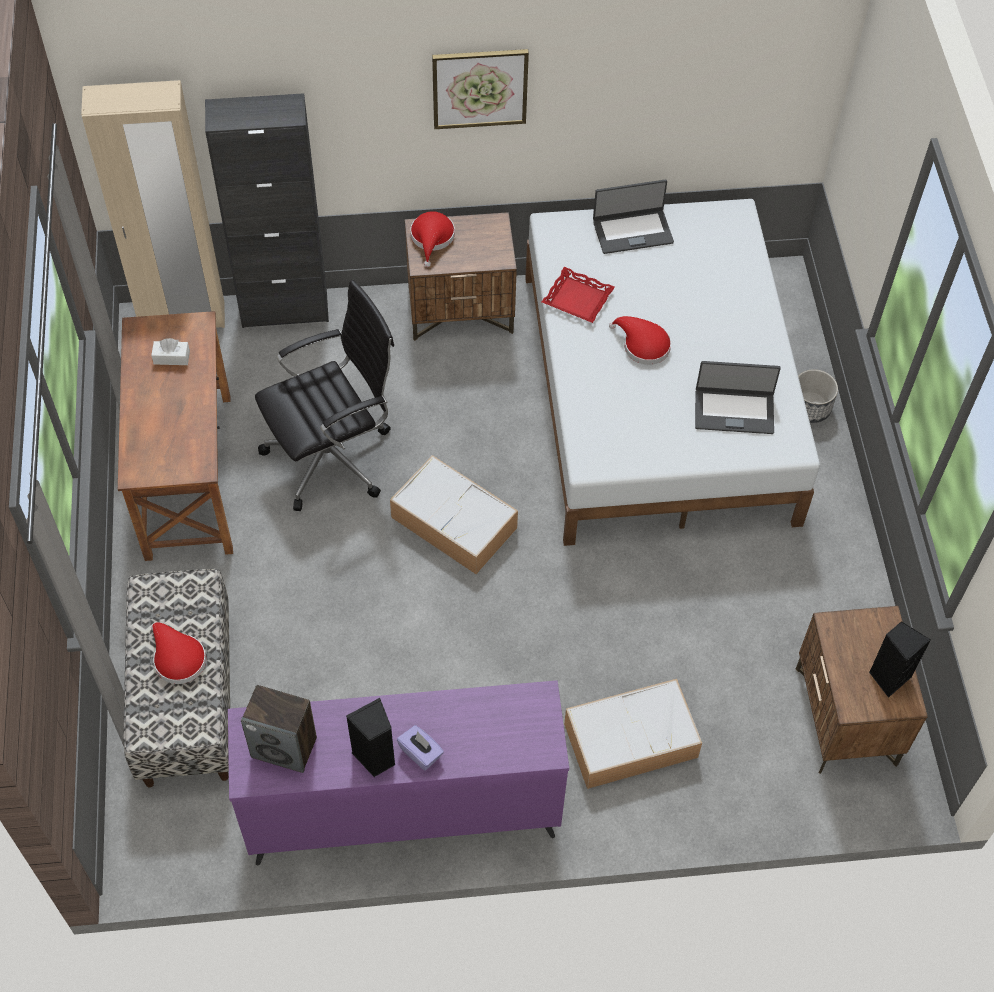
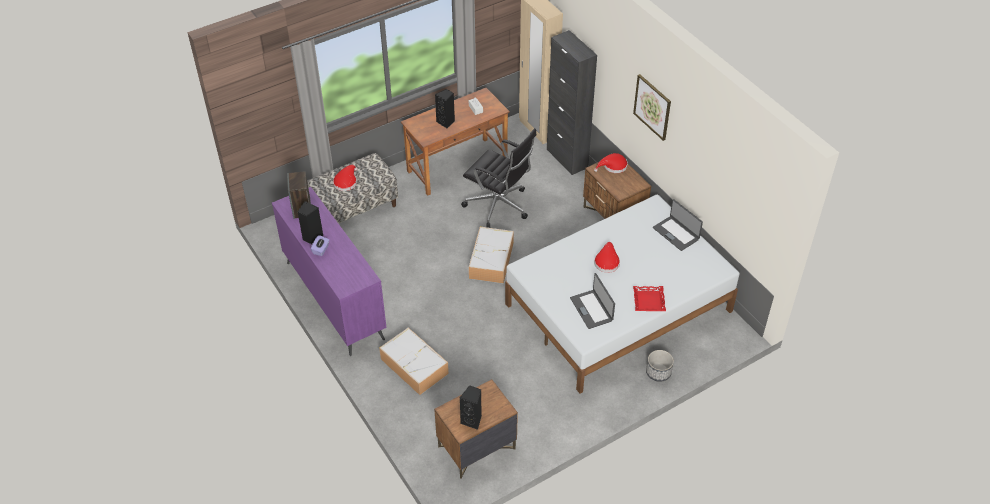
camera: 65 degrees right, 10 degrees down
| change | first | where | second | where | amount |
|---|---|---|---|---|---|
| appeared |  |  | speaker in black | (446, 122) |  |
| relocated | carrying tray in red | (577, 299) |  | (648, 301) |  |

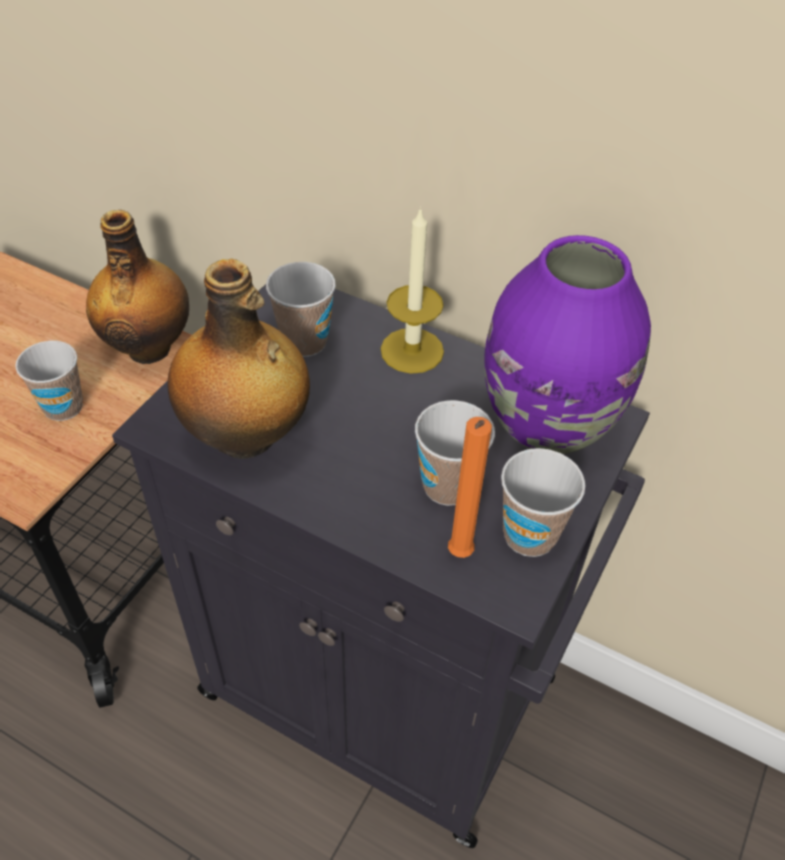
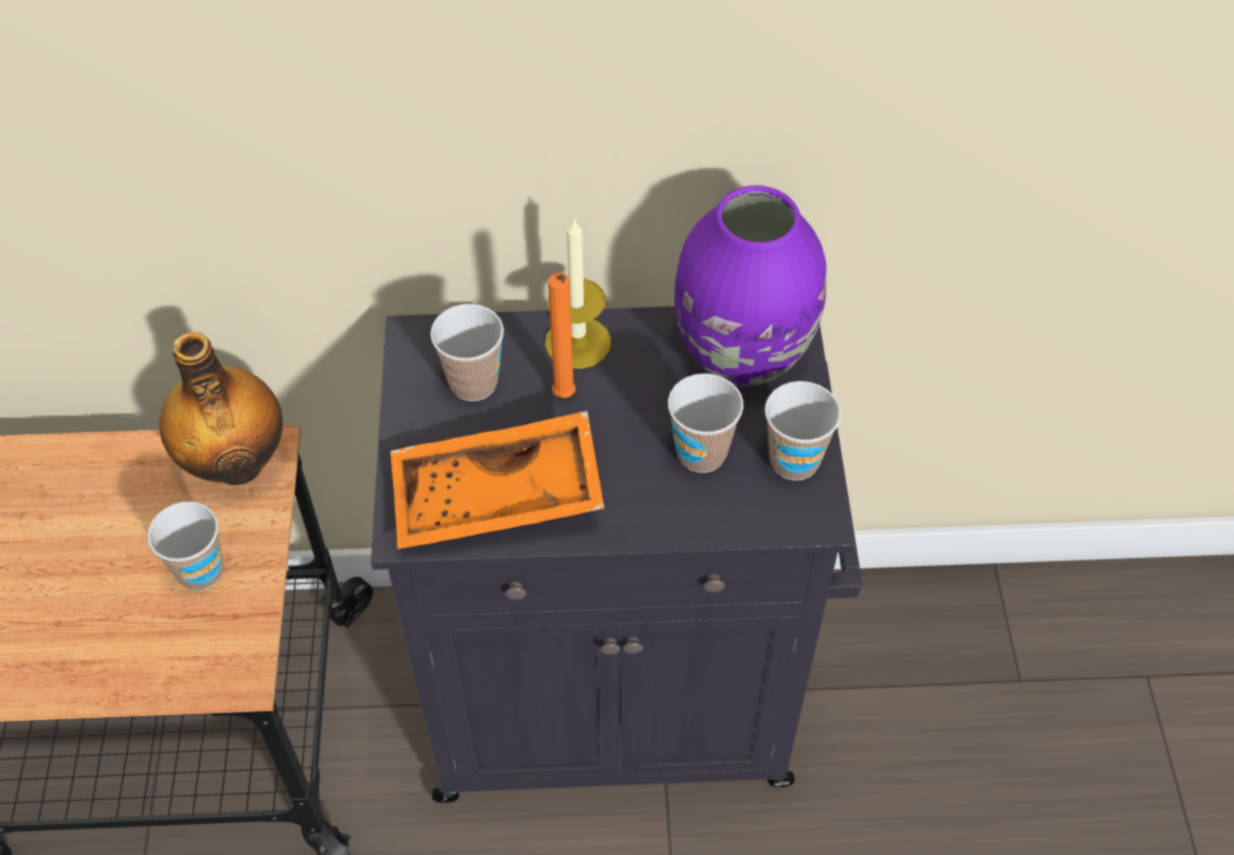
camera: 30 degrees left, 5 degrees up
| change | first | where | second | where | amount |
|---|---|---|---|---|---|
| exchanged | drink bottle | (247, 437) | carrying tray in orange | (497, 500) |  |
| relocated | candle in orange | (458, 556) |  | (564, 398) |  |

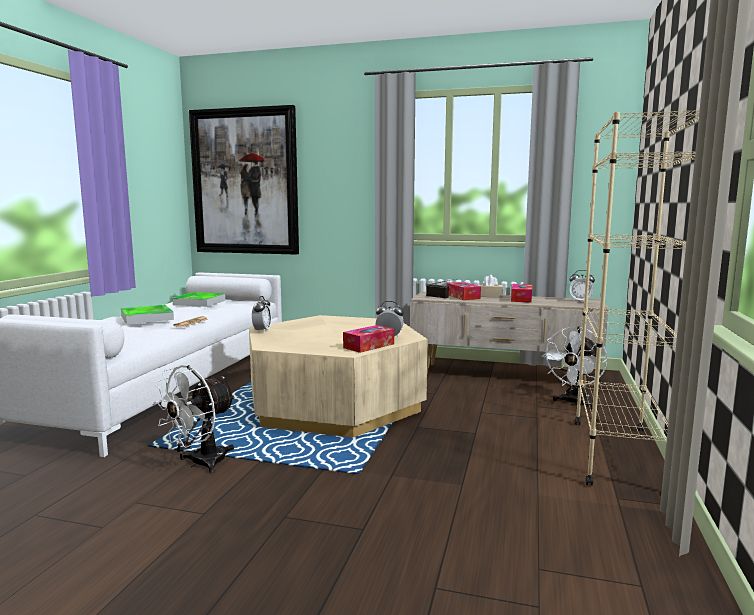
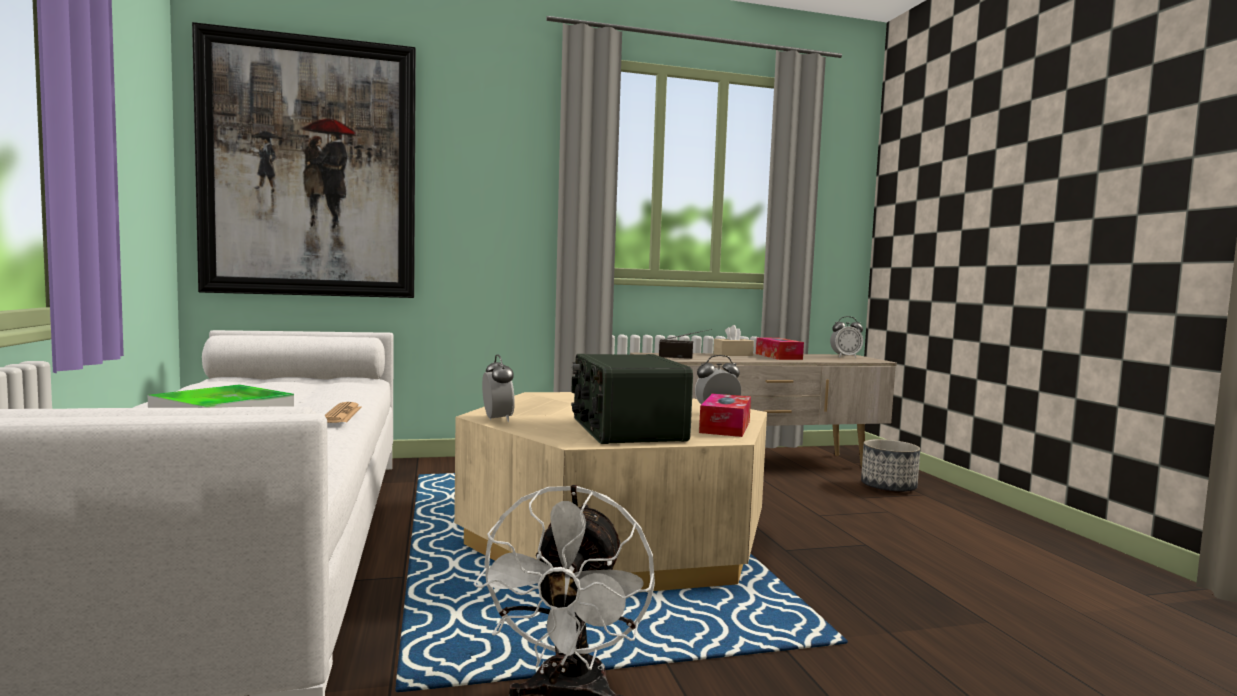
camera: 30 degrees left, 5 degrees down
| change | first | where | second | where | amount |
|---|---|---|---|---|---|
| appeared |  |  | radio | (625, 430) |  |
| exchanged | electric fan in white-coloured | (574, 403) | flower pot | (888, 487) |  |
| missing | carrying tray | (199, 302) |  |  |  |
| missing | box of tissues | (462, 296) |  |  |  |
| missing | shelving unit in beige | (617, 454) |  |  |  |

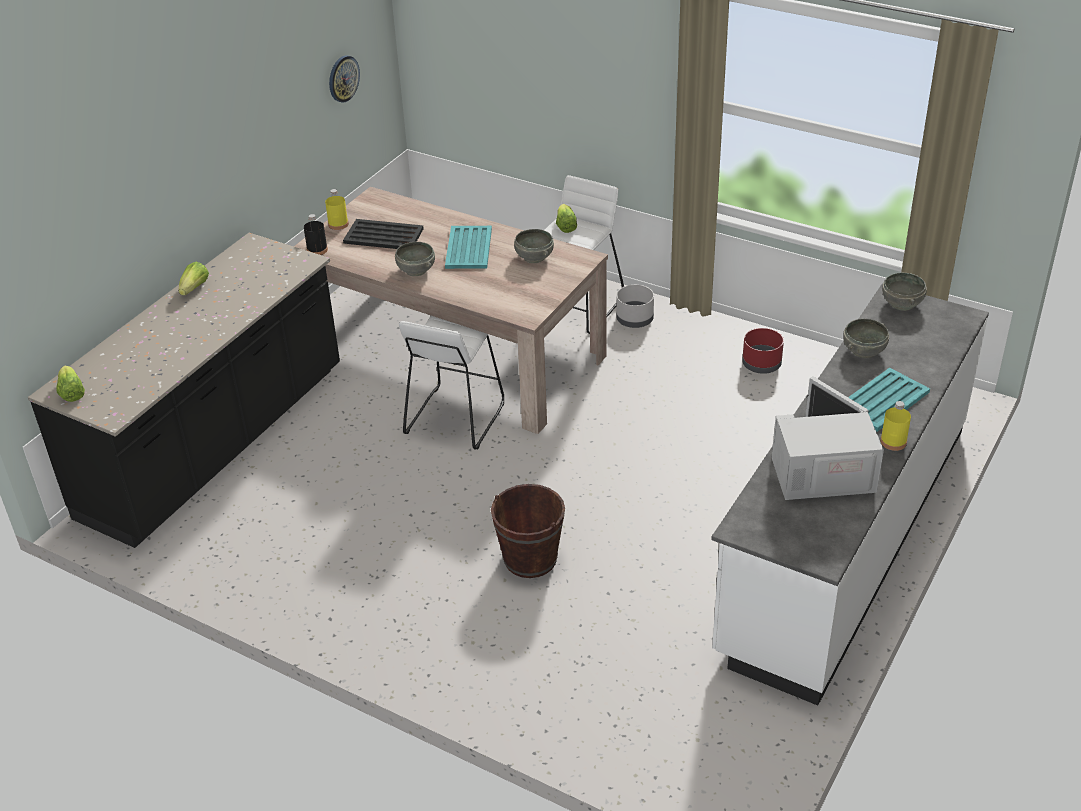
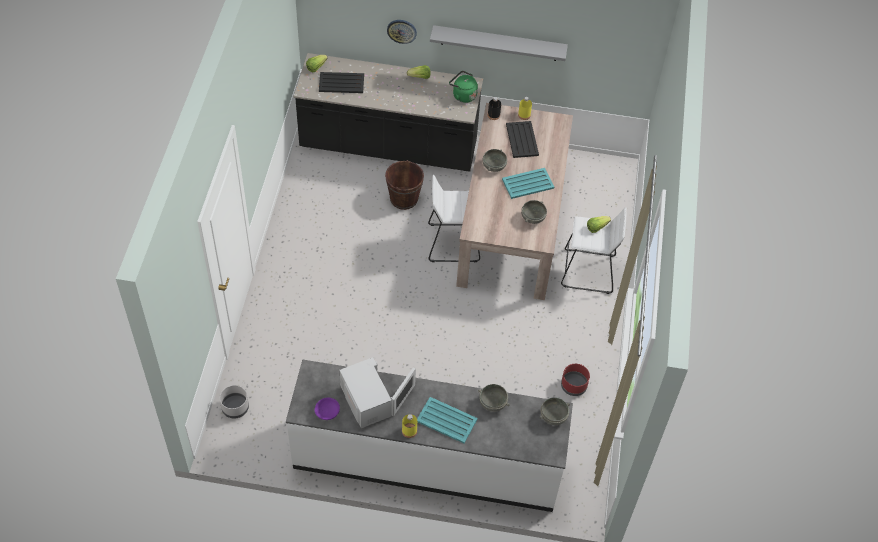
camera: 65 degrees right, 15 degrees up
| change | first | where | second | where | amount |
|---|---|---|---|---|---|
| relocated | flower pot in grey | (634, 320) |  | (235, 407) |  |
| appeared |  |  | deep dish in purplish | (327, 413) |  |
| appeared |  |  | carrying tray in black | (342, 83) |  |
| relocated | bucket in brownish | (530, 559) |  | (404, 198) |  |
| relocated | wall clock | (343, 78) |  | (401, 31) |  |
| appeared |  |  | shelf in grey | (499, 43) |  |
| appeared |  |  | kettle in green | (463, 95) |  |

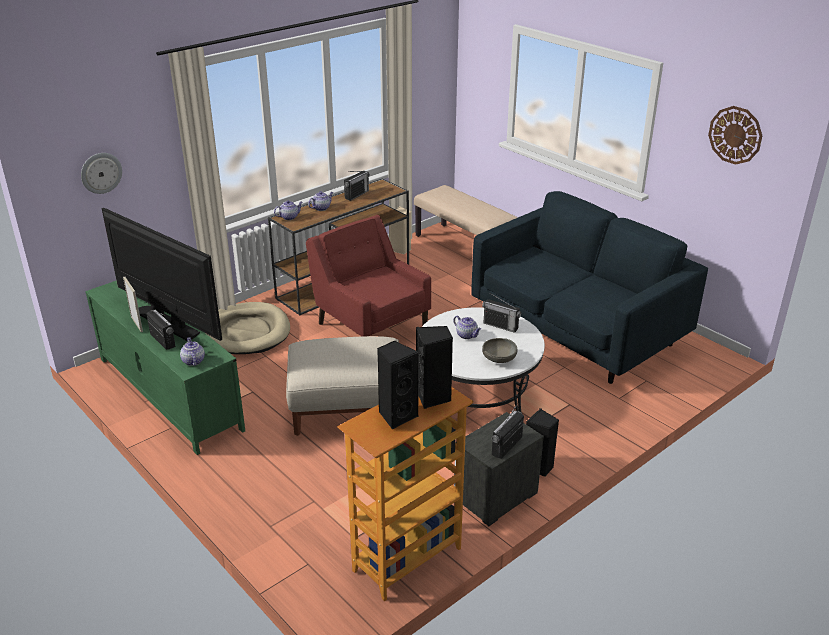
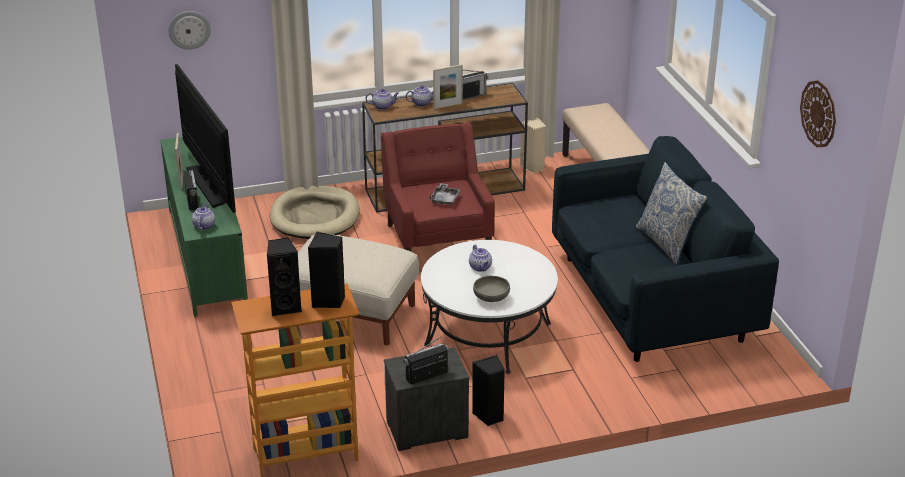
camera: 25 degrees right, 0 degrees up
| change | first | where | second | where | amount |
|---|---|---|---|---|---|
| appeared |  |  | carrying tray in grey | (445, 199) |  |
| appeared |  |  | picture frame | (448, 106) |  |
| appeared |  |  | throw pillow | (667, 243) |  |
| missing | radio | (500, 326) |  |  |  |

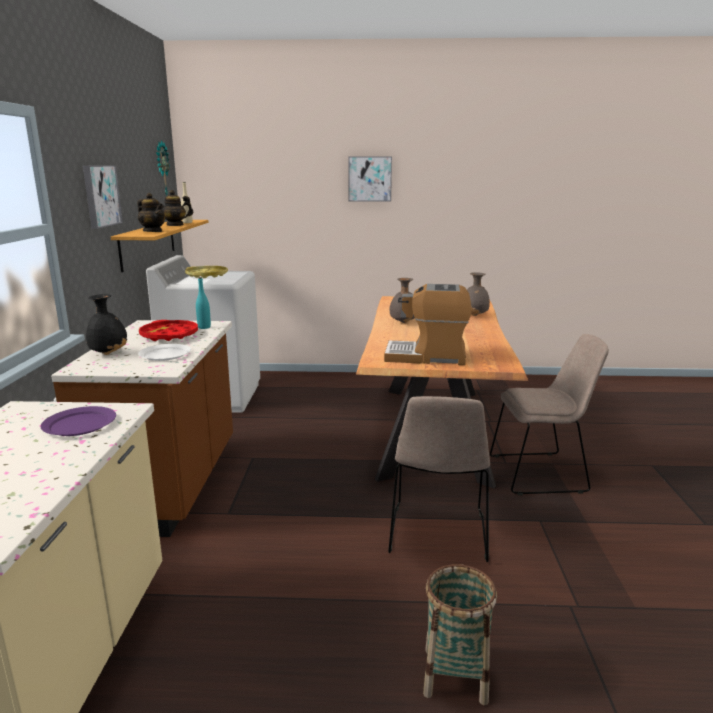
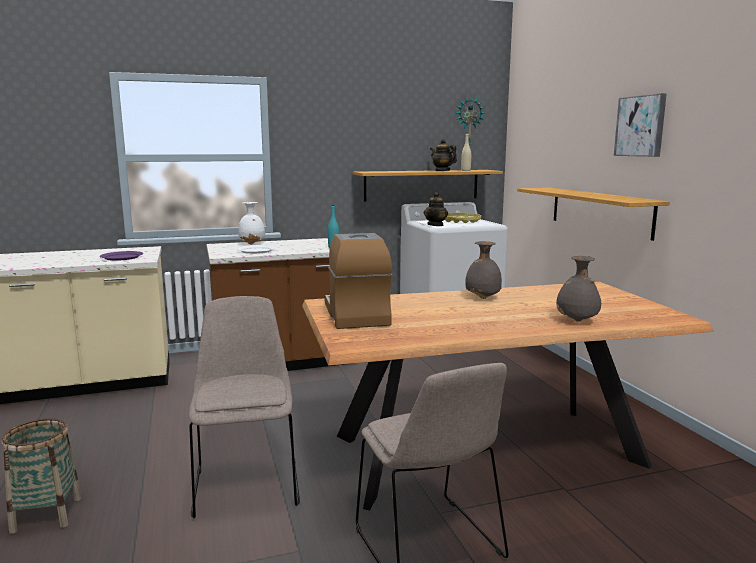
camera: 70 degrees right, 5 degrees down
| change | first | where | second | where | amount |
|---|---|---|---|---|---|
| spun | upright chair in beige | (438, 535) |  | (247, 482) | 90 degrees clockwise |
| colour | vase in black | (109, 353) | vase in white-coloured | (252, 244) |  |
| relocated | pot for tea | (153, 231) |  | (435, 225) |  |
| appeared |  |  | shelf | (599, 211) |  |
| missing | picture | (100, 196) |  |  |  |
| missing | carrying tray in red | (169, 335) |  |  |  |

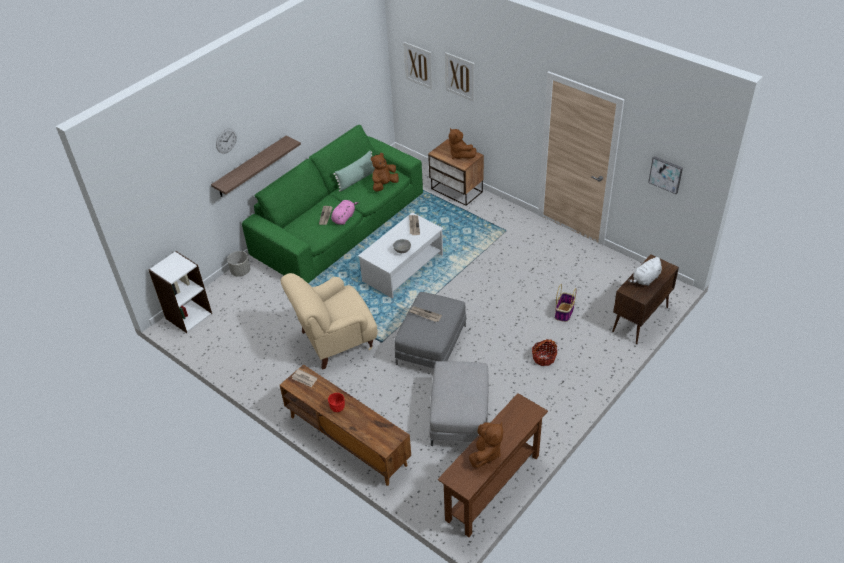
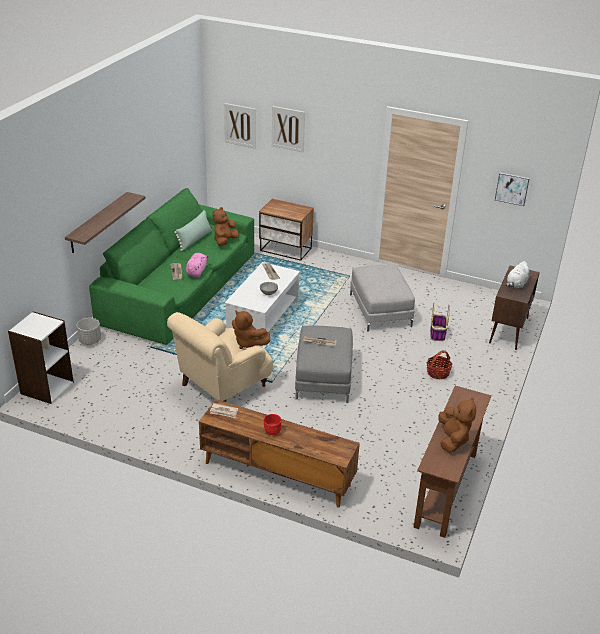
camera: 20 degrees left, 10 degrees down
| change | first | where | second | where | amount |
|---|---|---|---|---|---|
| relocated | soft toy in brownish | (460, 155) |  | (248, 343) |  |
| relocated | pouffe in grey | (460, 415) |  | (380, 310) |  |
| missing | wall clock | (226, 141) |  |  |  |

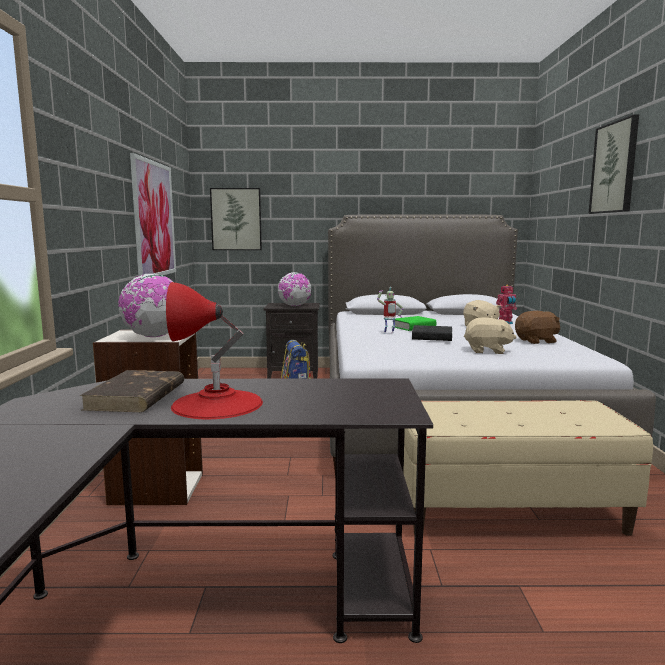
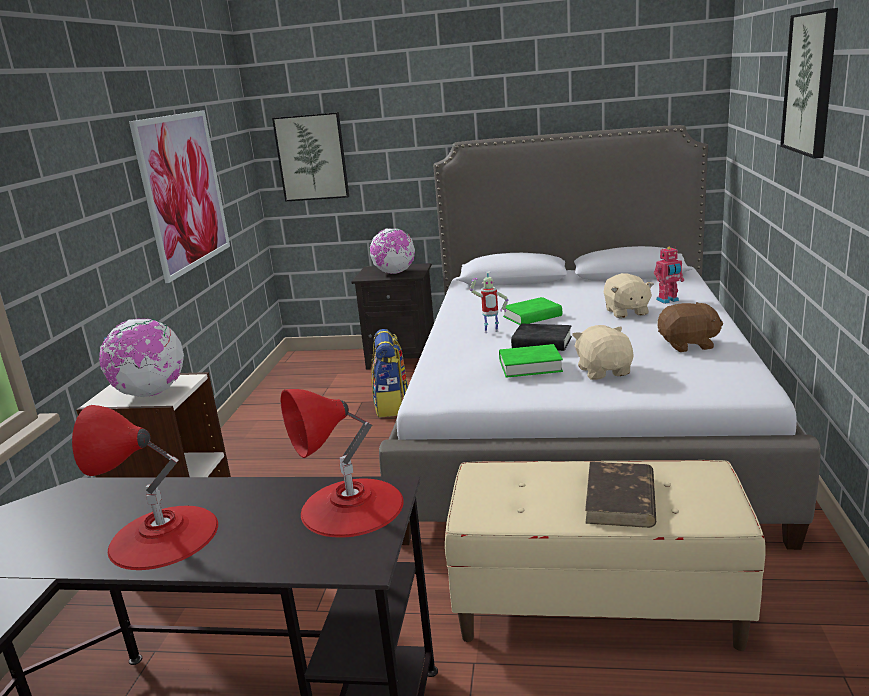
camera: 10 degrees right, 10 degrees up
| change | first | where | second | where | amount |
|---|---|---|---|---|---|
| appeared |  |  | table lamp in red | (352, 507) |  |
| appeared |  |  | book in green | (530, 366) |  |
| spun | soft toy in beige | (487, 351) |  | (604, 371) | 120 degrees counterclockwise |
| relocated | book in brownish | (136, 396) |  | (620, 499) |  |

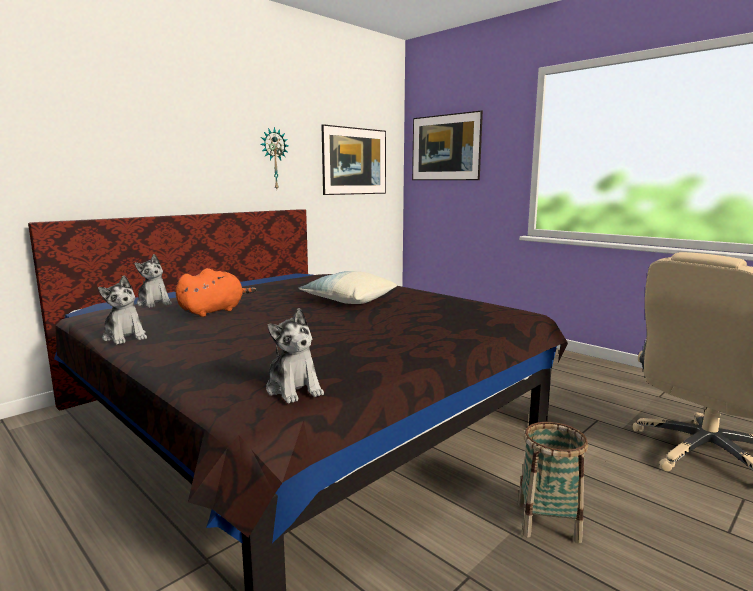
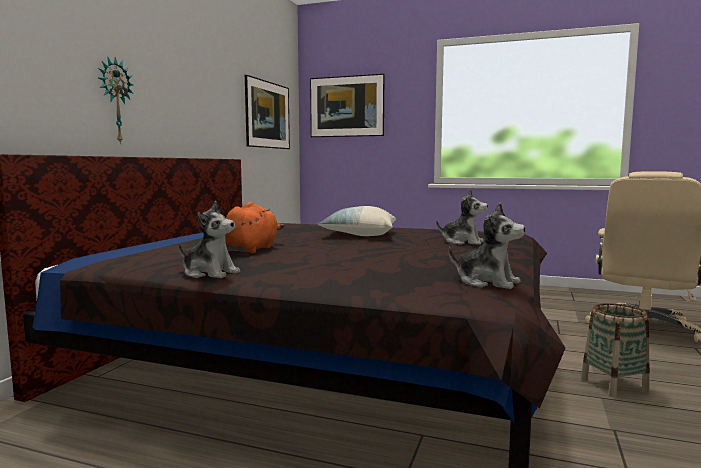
camera: 25 degrees left, 5 degrees down
| change | first | where | second | where | amount |
|---|---|---|---|---|---|
| relocated | wall clock | (274, 159) |  | (114, 101) |  |
| relocated | soft toy | (154, 303) |  | (462, 242) |  |

